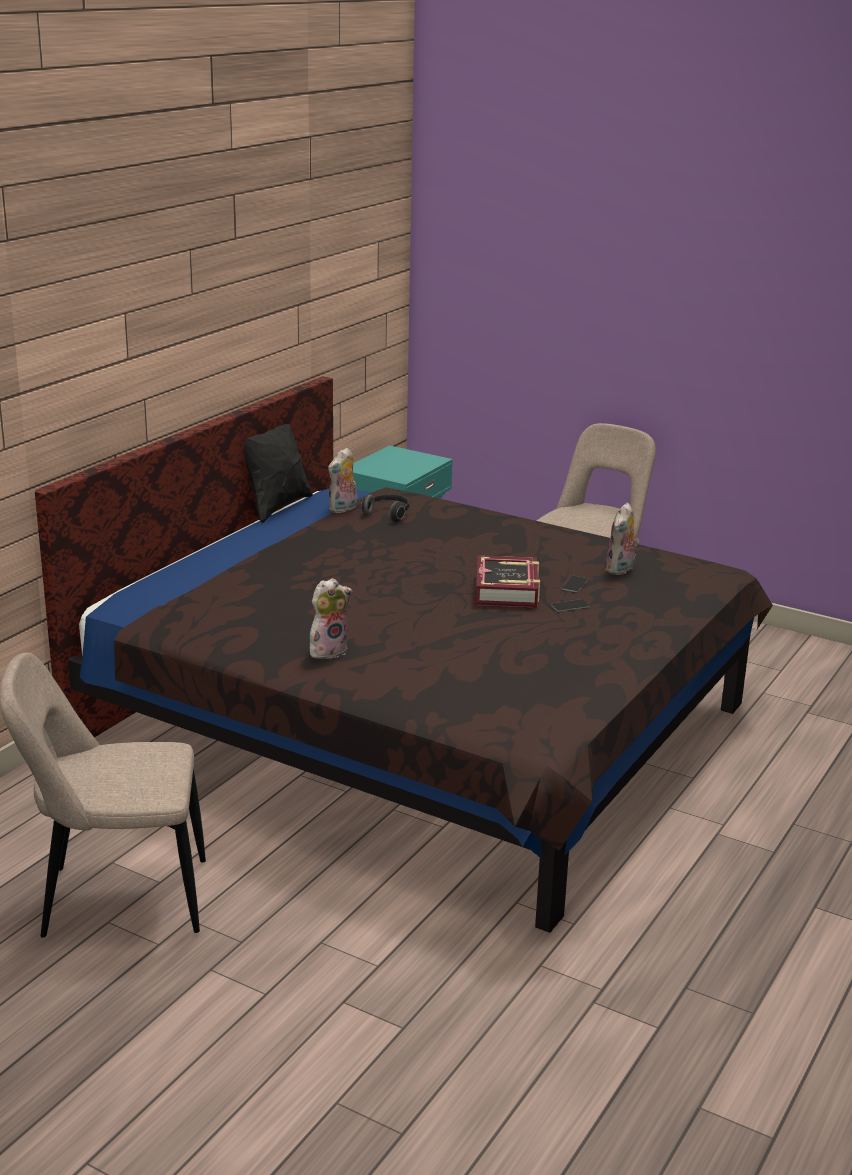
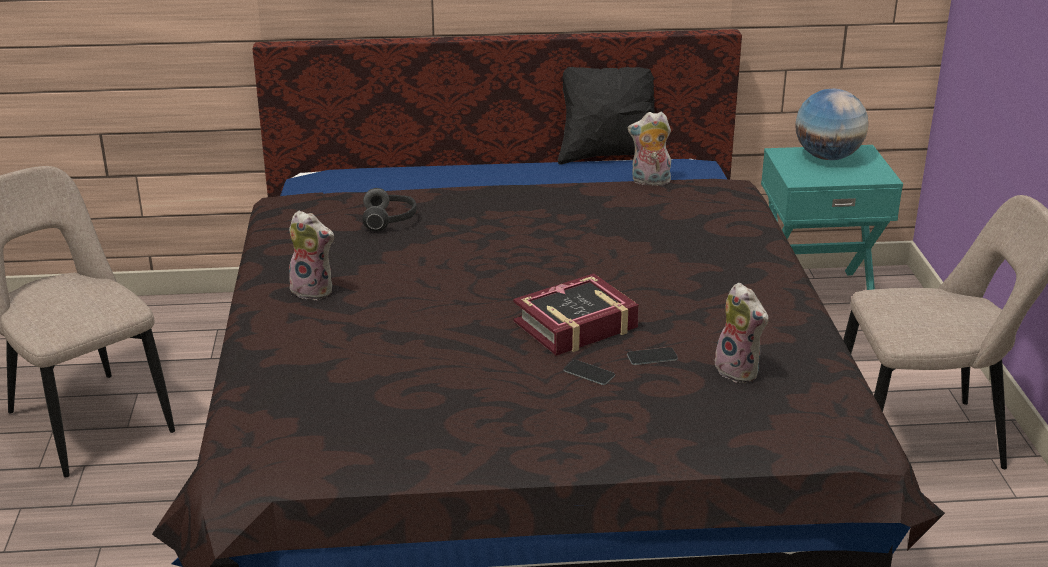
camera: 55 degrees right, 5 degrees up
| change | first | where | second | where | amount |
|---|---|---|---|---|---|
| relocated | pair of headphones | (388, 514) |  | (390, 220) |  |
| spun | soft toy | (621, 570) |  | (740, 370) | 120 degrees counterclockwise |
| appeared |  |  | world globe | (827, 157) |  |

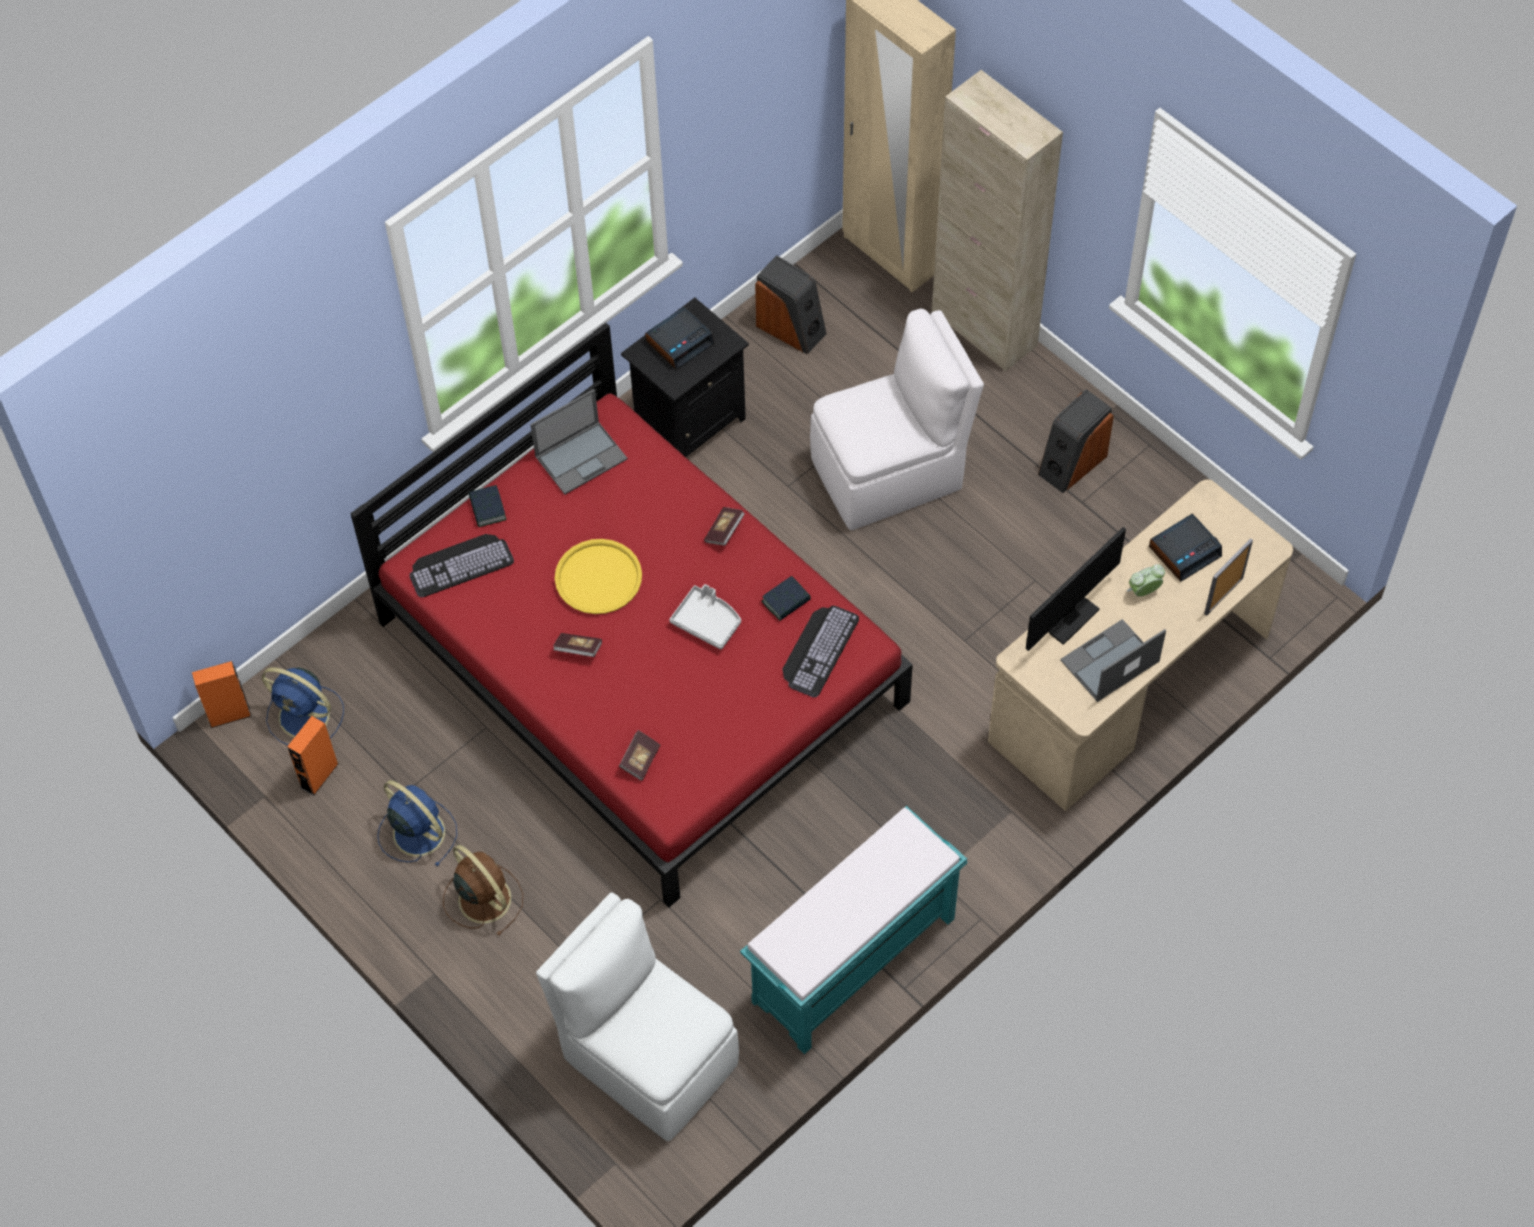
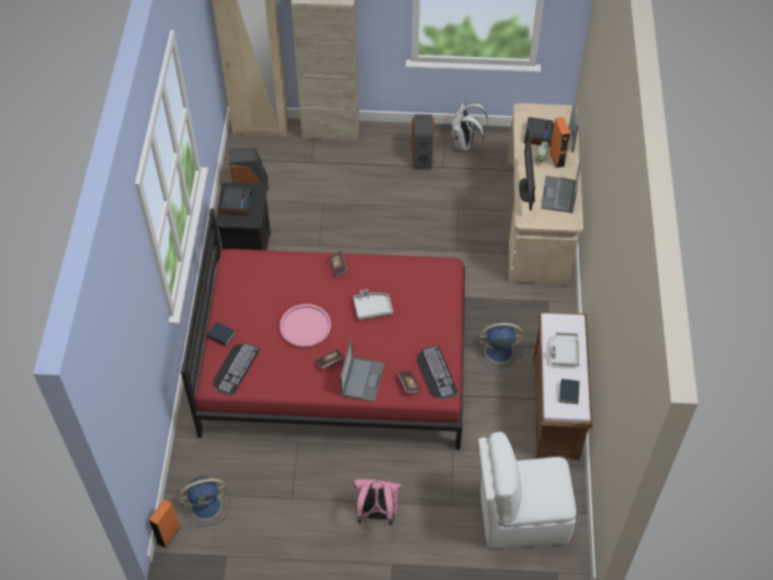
camera: 45 degrees left, 5 degrees down
| change | first | where | second | where | amount |
|---|---|---|---|---|---|
| colour | carrying tray in yellowish | (598, 578) | carrying tray in pink | (305, 326) |  |
| relocated | notebook computer | (582, 457) |  | (362, 379) |  |
| exchanged | electric fan in brownish | (483, 897) | backpack in pink | (377, 513) |  |
| relocated | PC keyboard | (818, 648) |  | (435, 373) |  |
| appeared |  |  | backpack in white-coloured | (465, 144) |  |
| relocated | electric fan in blue | (417, 831) |  | (497, 351) |  |
| colour | indoor bench in turquoise-coloured | (852, 962) | indoor bench in brownish | (556, 408) |  |
| relocated | speaker in orange | (319, 776) |  | (556, 159) |  |
| appeared |  |  | carrying tray in grey | (564, 352) |  |
| relocated | book | (786, 601) |  | (569, 393) |  |
| missing | upright chair in white-coloured | (890, 473) |  |  |  |

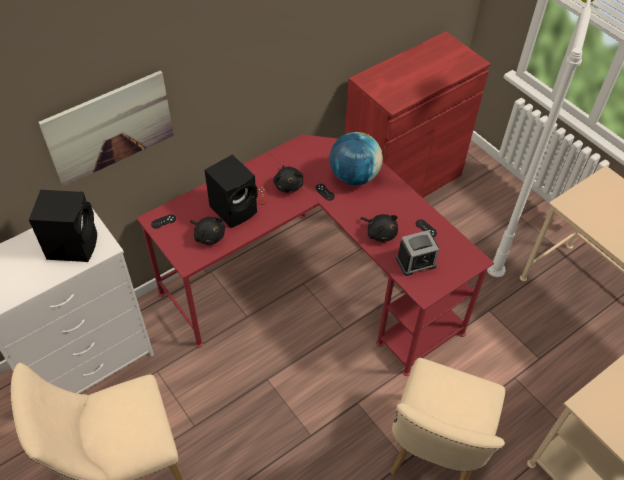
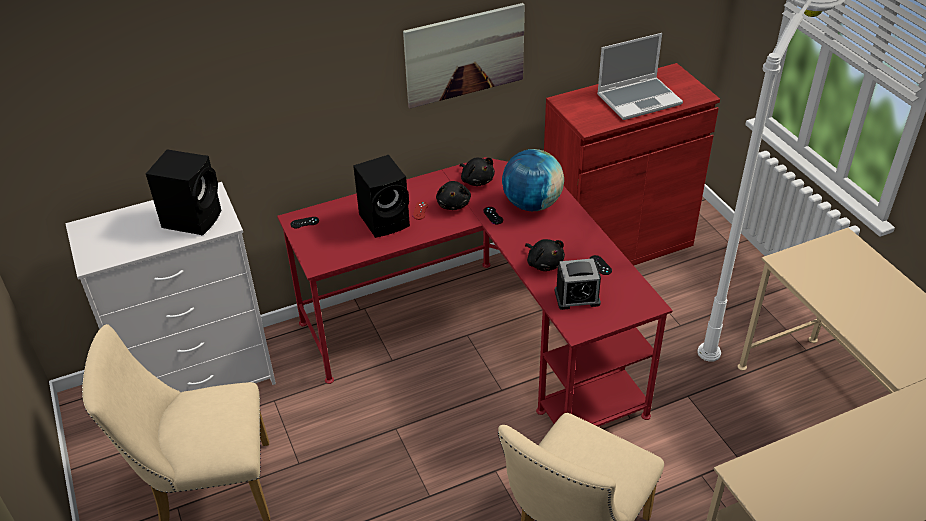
camera: 15 degrees right, 10 degrees down
| change | first | where | second | where | amount |
|---|---|---|---|---|---|
| relocated | picture | (110, 128) |  | (464, 55) |  |
| relocated | soft toy in black | (209, 236) |  | (476, 180) |  |
| appeared |  |  | notebook computer | (639, 99) |  |

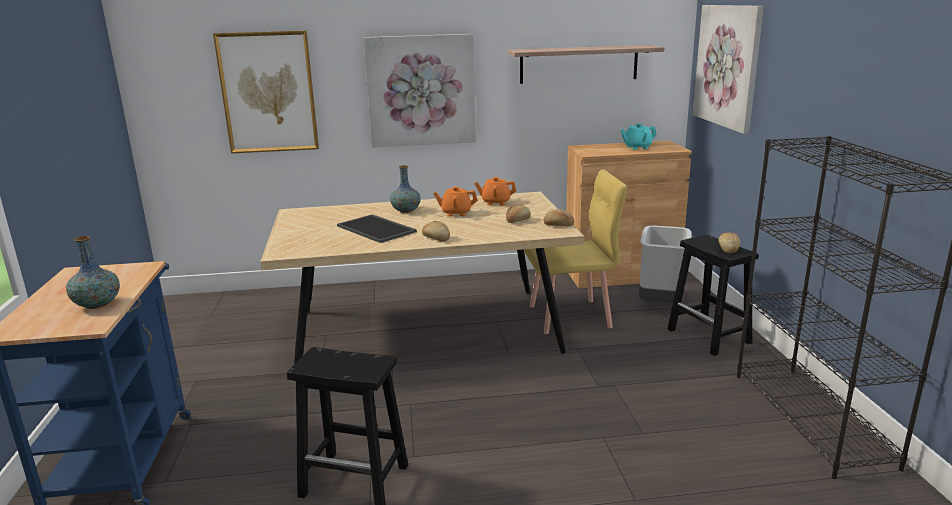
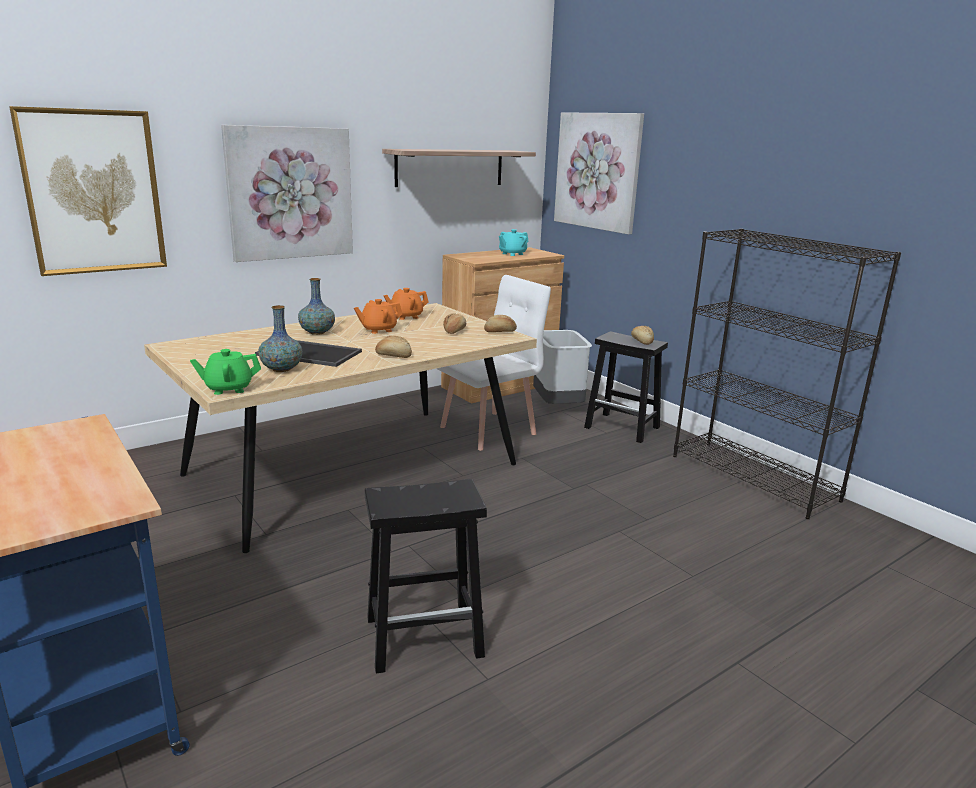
camera: 30 degrees left, 0 degrees up
| change | first | where | second | where | amount |
|---|---|---|---|---|---|
| appeared |  |  | pot for tea in green | (228, 388) |  |
| relocated | vase | (97, 305) |  | (281, 369) |  |
| colour | upright chair in yellowish | (570, 316) | upright chair in white-coloured | (489, 430) |  |

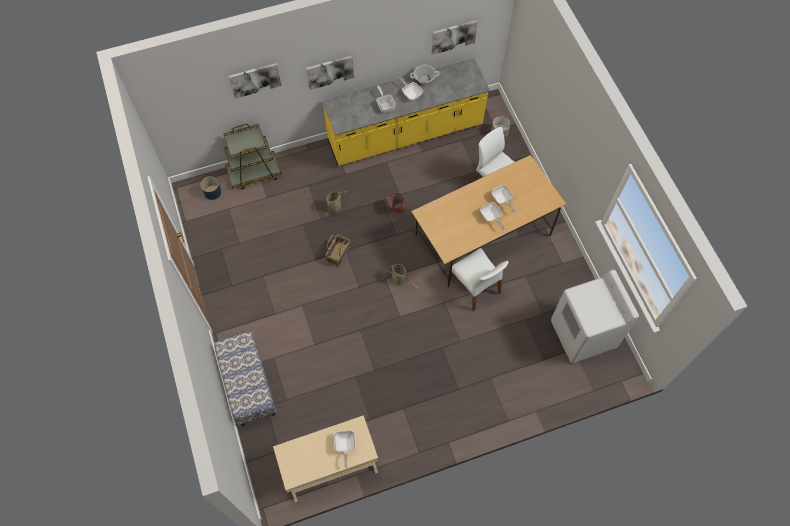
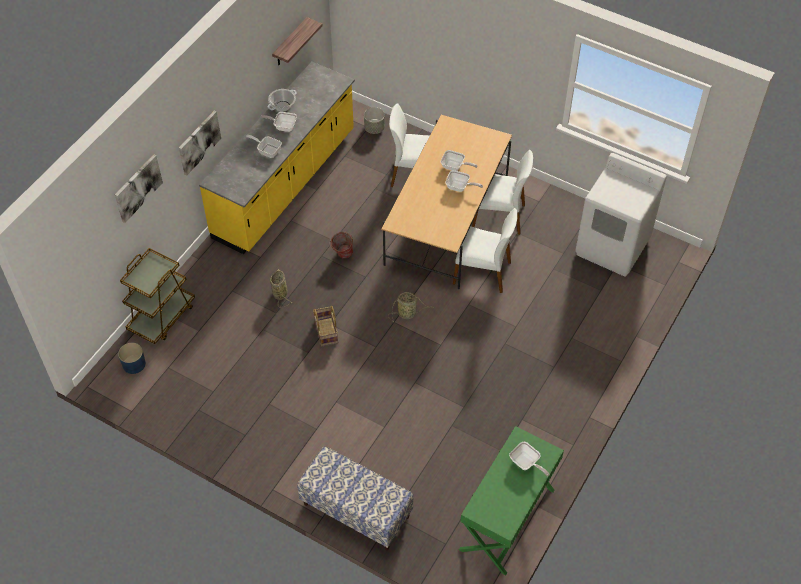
camera: 40 degrees left, 10 degrees down
| change | first | where | second | where | amount |
|---|---|---|---|---|---|
| exchanged | picture | (453, 36) | shelf | (290, 43) |  |
| colour | narrow table in beige | (330, 467) | narrow table in green | (507, 519) |  |
| appeared |  |  | upright chair in white-coloured | (499, 216) |  |

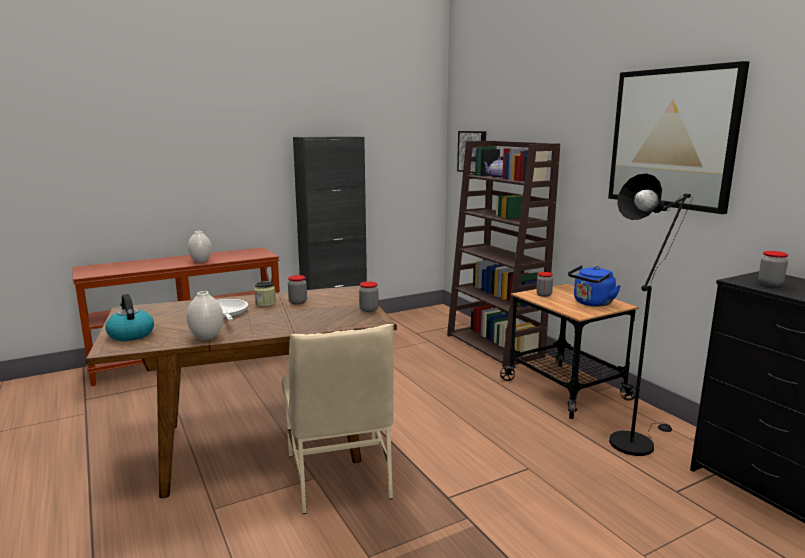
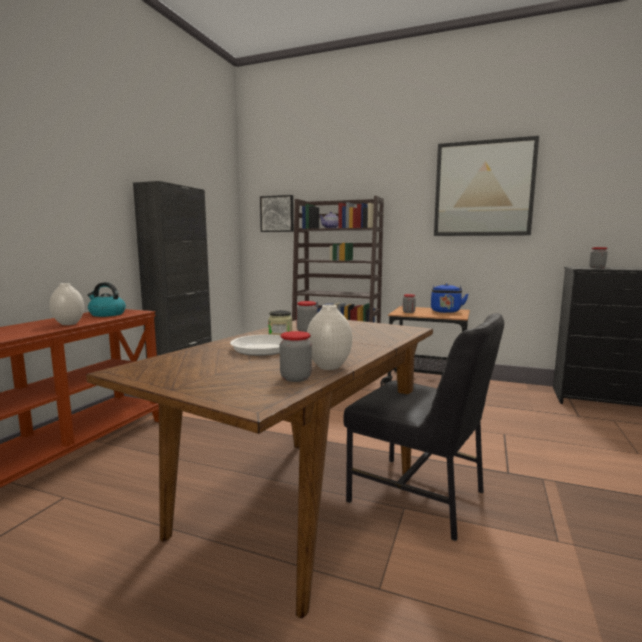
camera: 40 degrees left, 5 degrees down
| change | first | where | second | where | amount |
|---|---|---|---|---|---|
| relocated | kettle | (130, 334) |  | (106, 314) |  |
| relocated | jar | (369, 309) |  | (296, 378) |  |
| colour | upright chair in beige | (339, 476) | upright chair in black | (419, 496) |  |
| missing | floor lamp in black | (635, 440) |  |  |  |

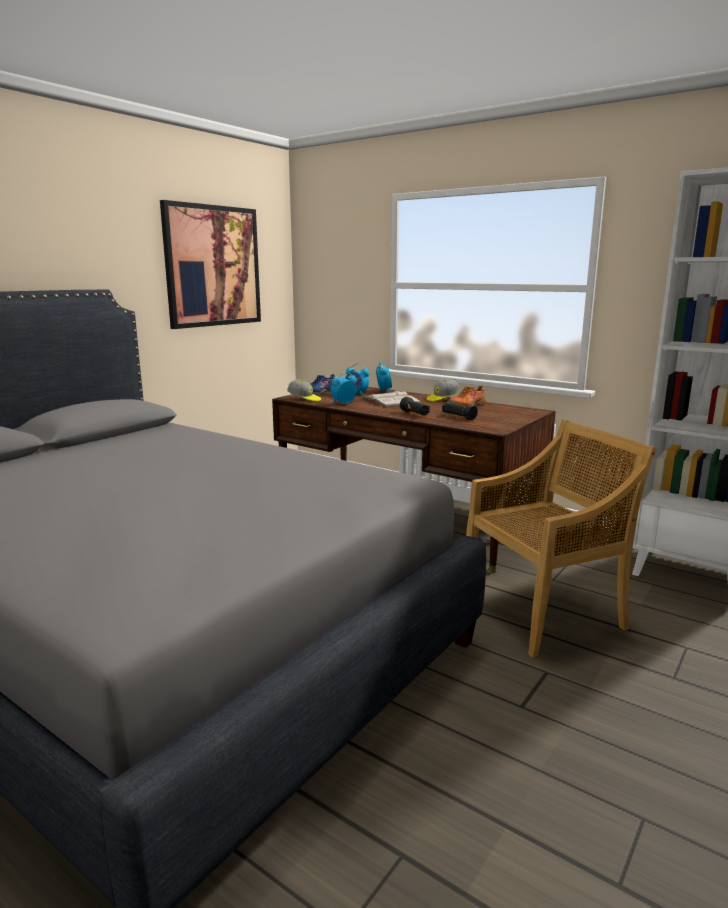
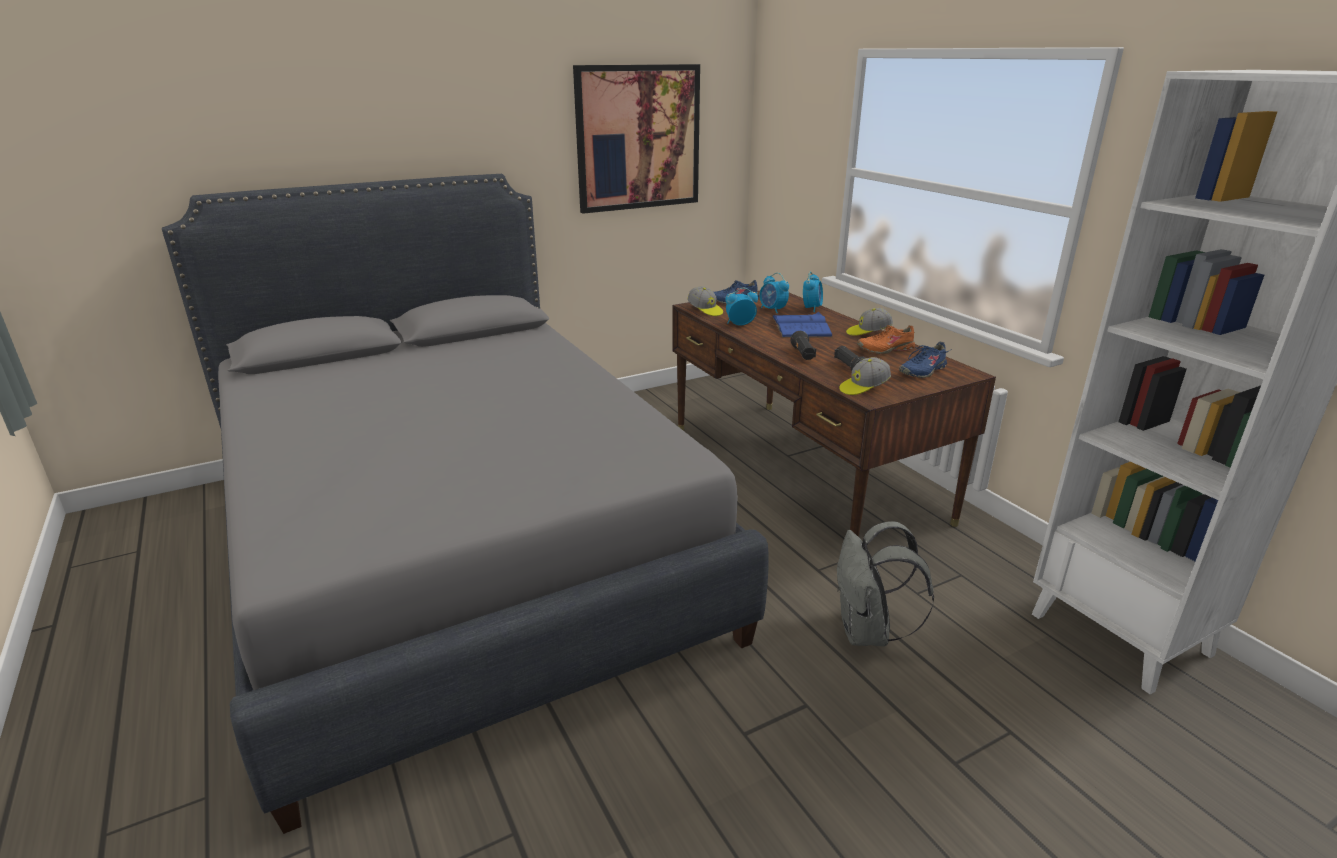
camera: 25 degrees right, 10 degrees up
| change | first | where | second | where | amount |
|---|---|---|---|---|---|
| colour | book in white-coloured | (391, 400) | book in blue | (801, 326) |  |
| exchanged | upright chair in beige | (544, 612) | backpack in grey | (867, 633) |  |
| appeared |  |  | peaked cap | (863, 388) |  |
| appeared |  |  | low shoe in blue | (922, 371) |  |

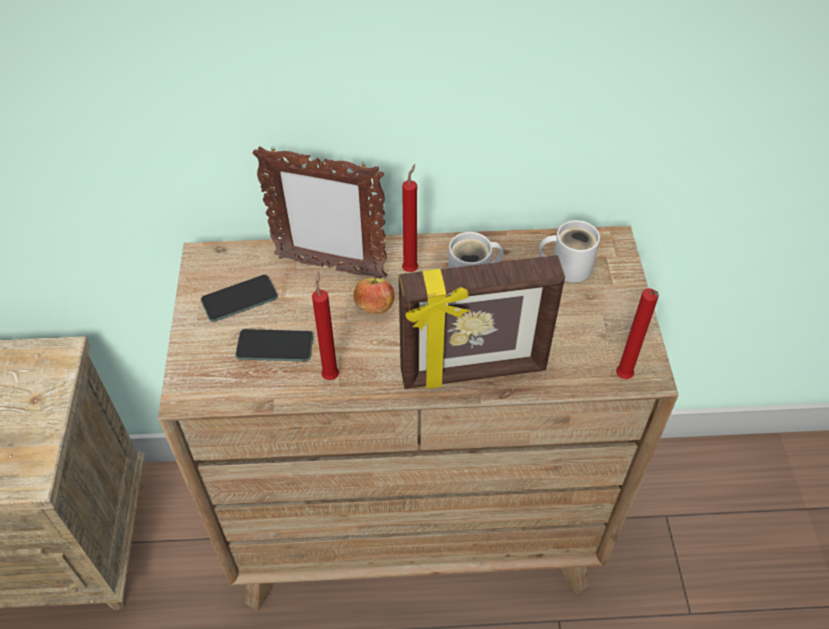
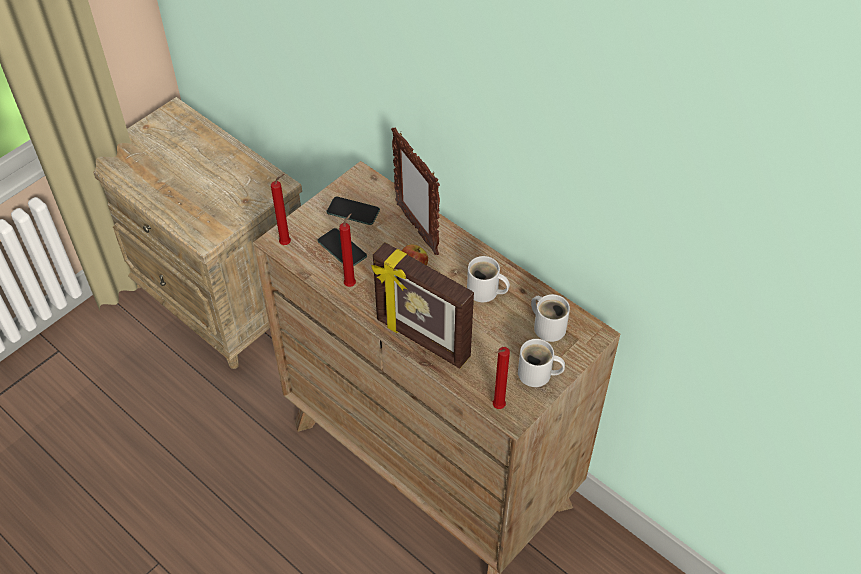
camera: 45 degrees right, 0 degrees up
| change | first | where | second | where | amount |
|---|---|---|---|---|---|
| relocated | candle in red | (411, 268) |  | (287, 243) |  |
| appeared |  |  | mug in white-coloured | (537, 375) |  |

